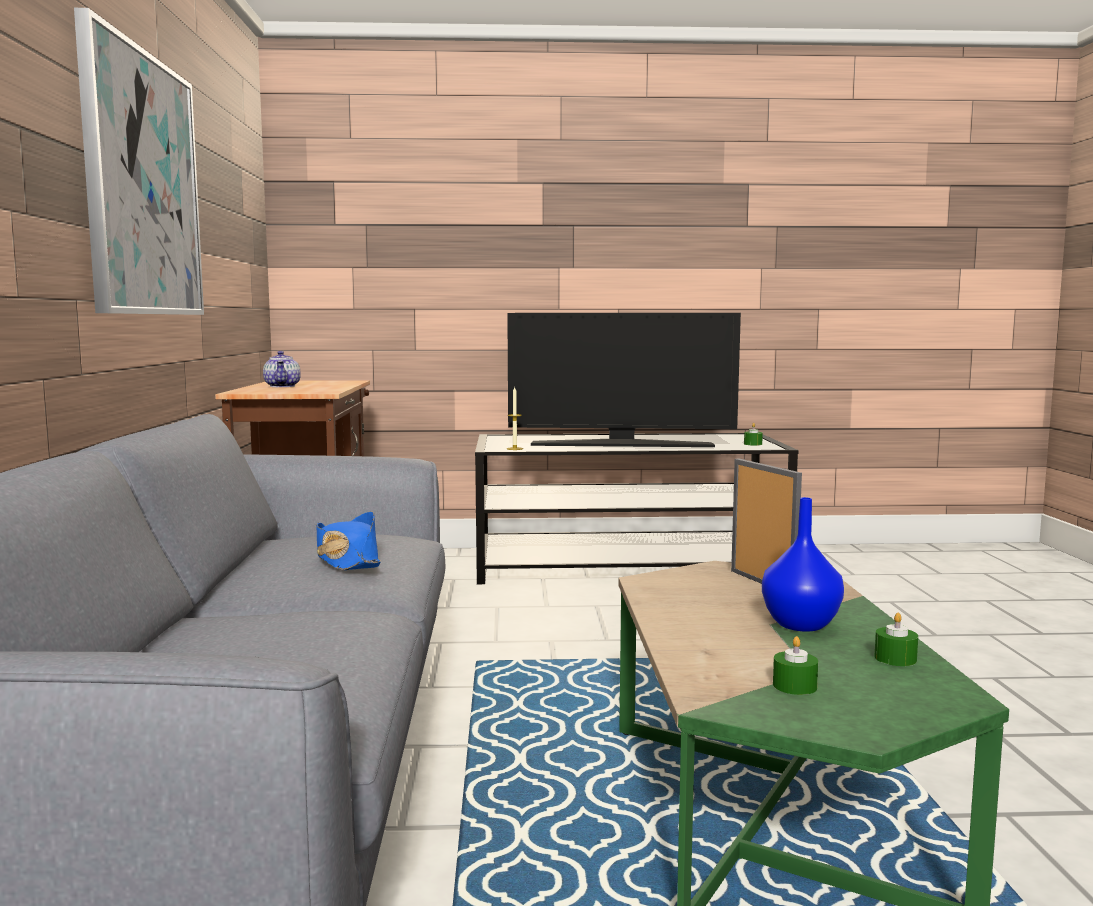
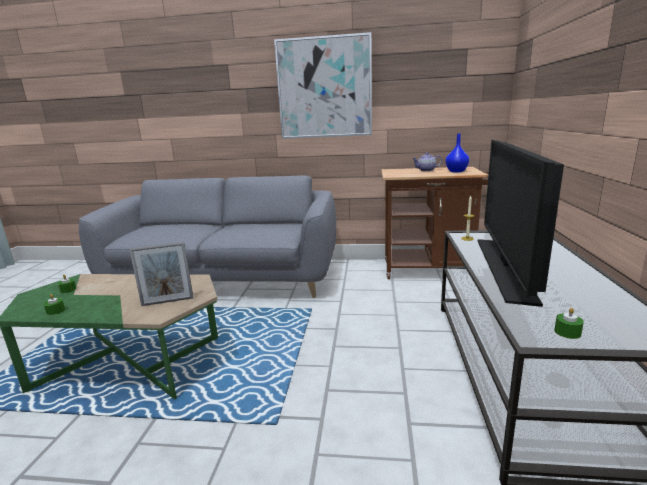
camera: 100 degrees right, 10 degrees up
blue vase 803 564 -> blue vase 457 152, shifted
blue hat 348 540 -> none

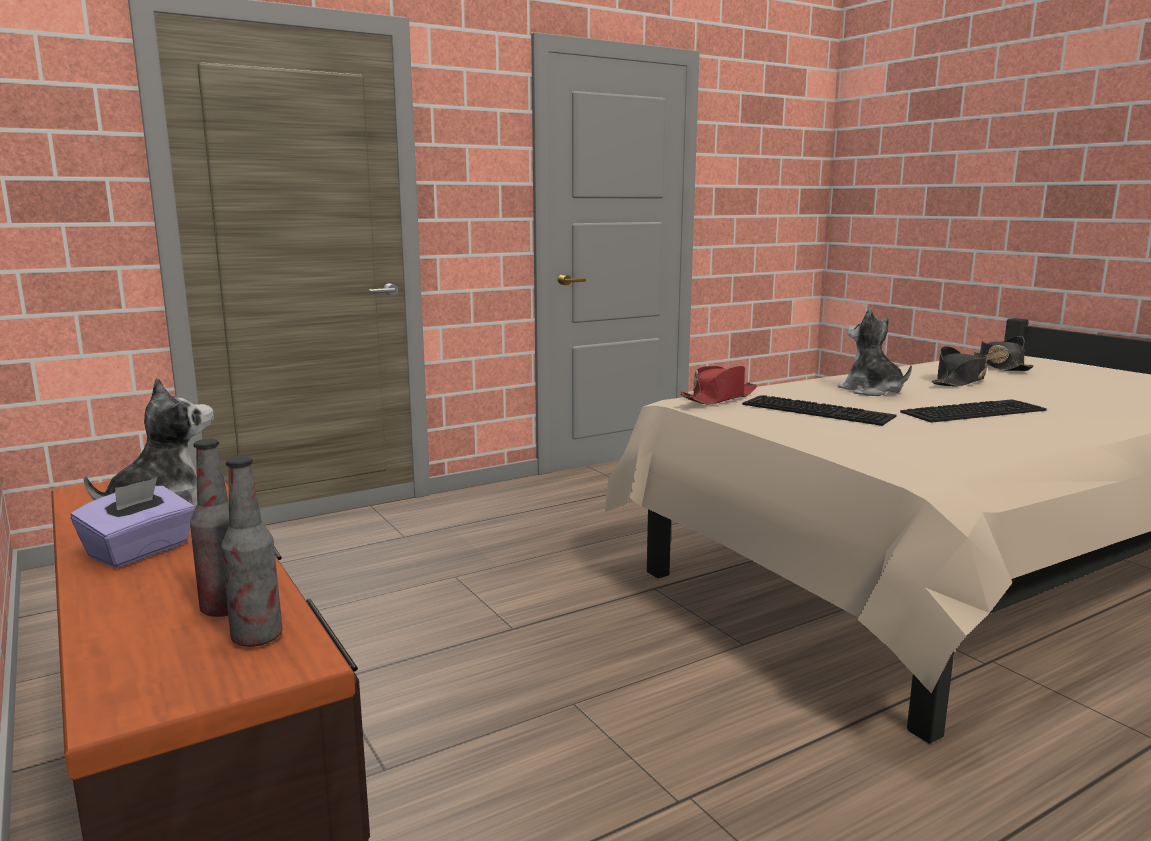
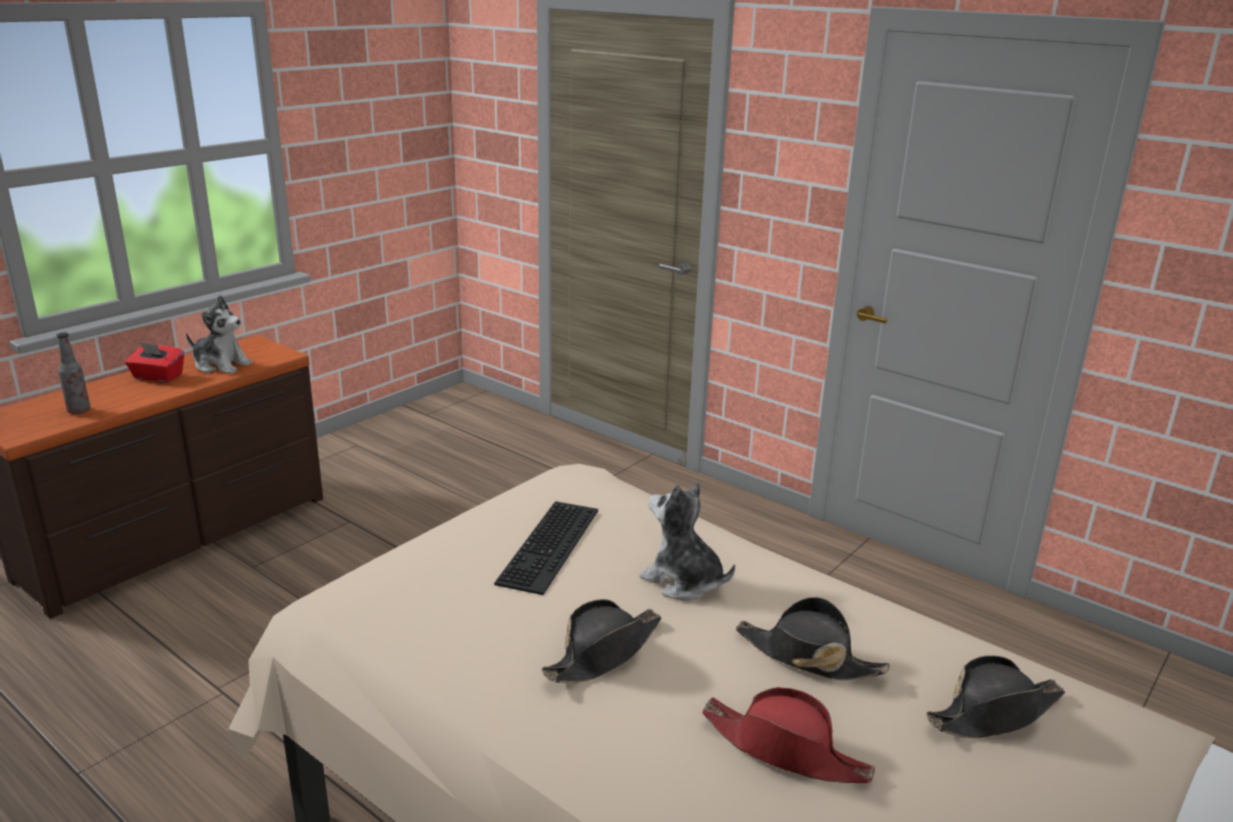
camera: 70 degrees right, 10 degrees up
purple tissue box 133 522 -> red tissue box 154 362
keyboard 973 411 -> black hat 601 641
plush toy 875 352 -> plush toy 687 542, 90 degrees counterclockwise
red hat 718 385 -> red hat 788 735, shifted
bottle 252 551 -> none

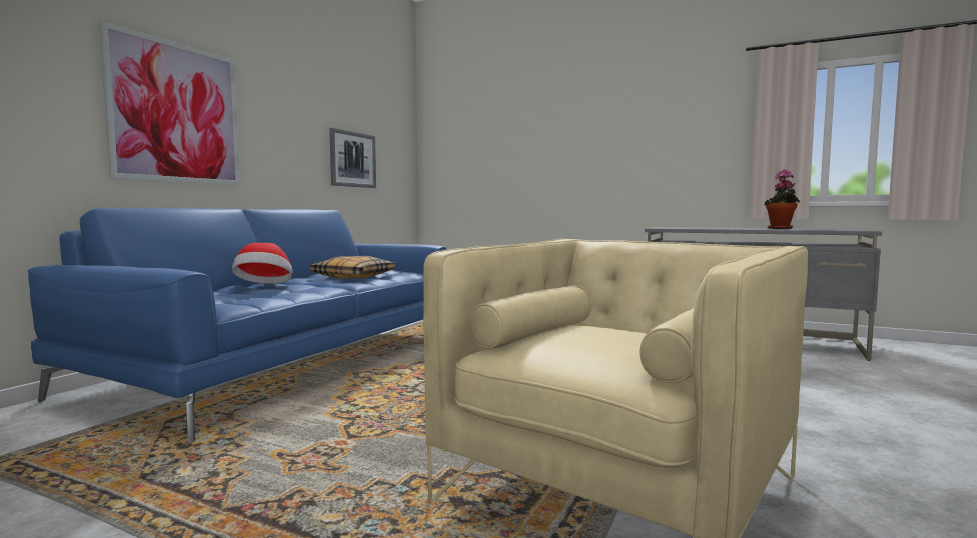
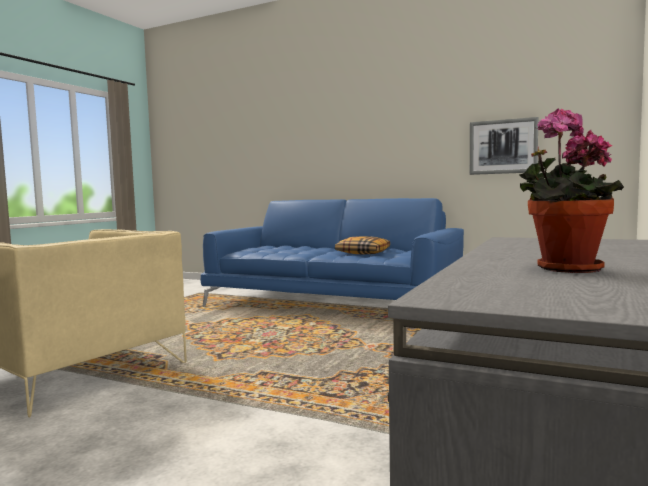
camera: 90 degrees right, 0 degrees up
picture 169 103 -> none
hat 262 263 -> none

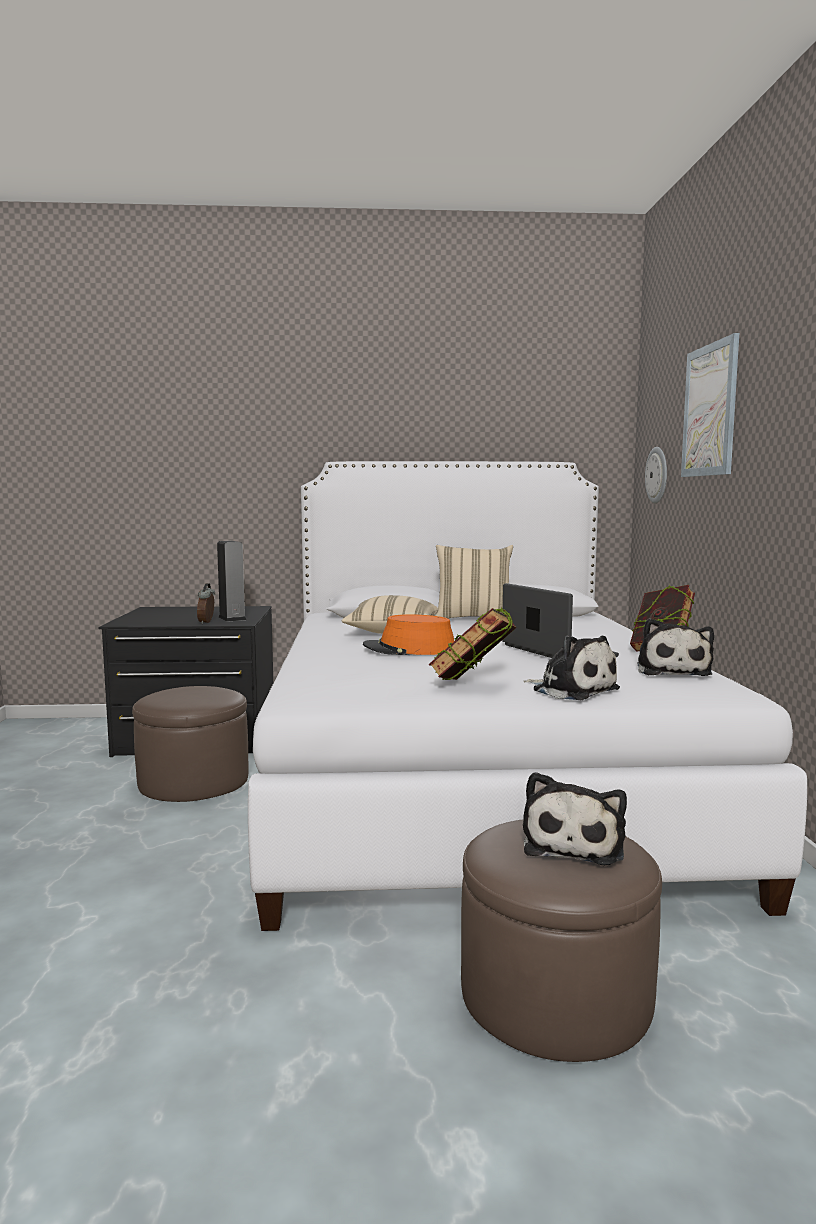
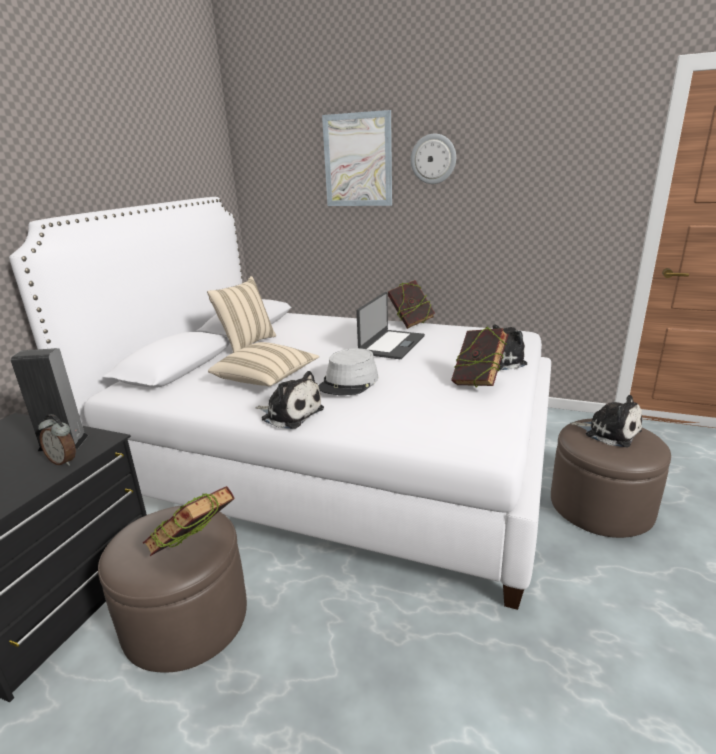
camera: 65 degrees left, 15 degrees up
none -> book 189 521
plush toy 676 647 -> plush toy 289 400, shifted
orange hat 408 634 -> grey hat 348 371
laptop 560 620 -> laptop 390 325, 120 degrees clockwise
wall clock 656 475 -> wall clock 433 159, shifted

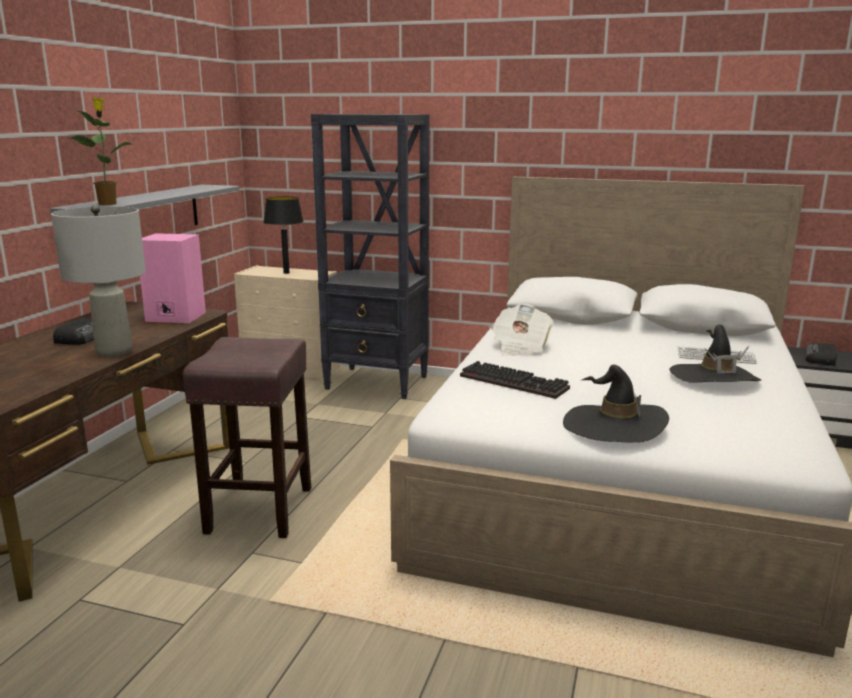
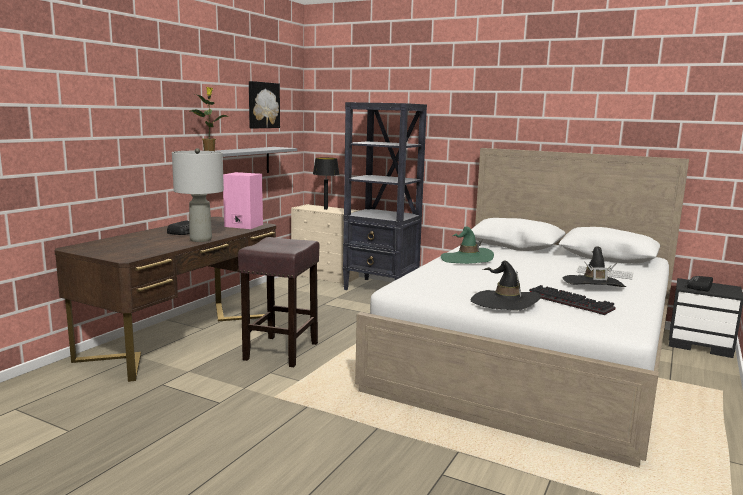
camera: 10 degrees right, 5 degrees down
none -> picture 264 104
newspaper 523 330 -> green hat 467 245
keyboard 515 380 -> keyboard 572 300, shifted

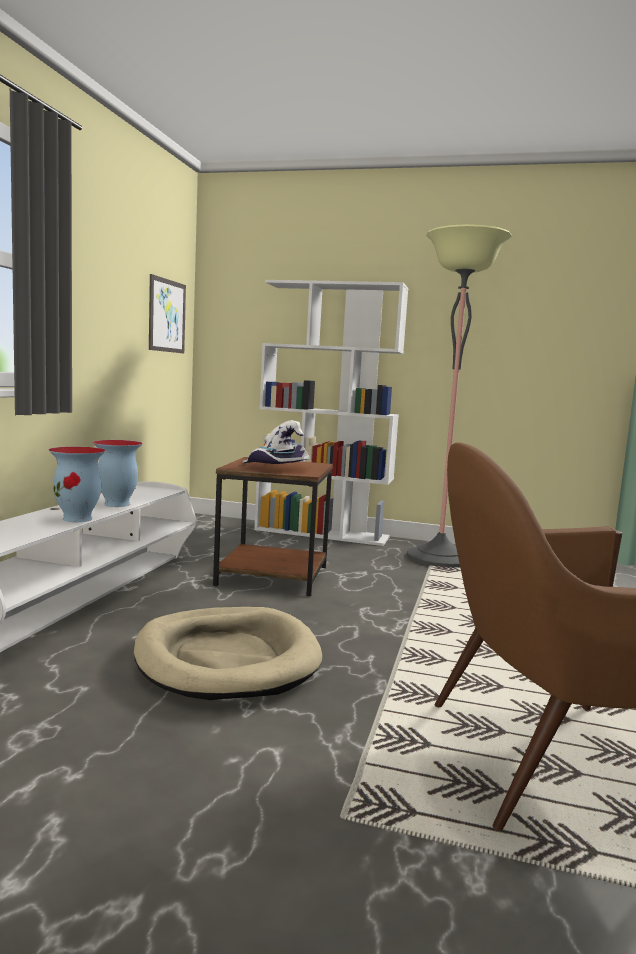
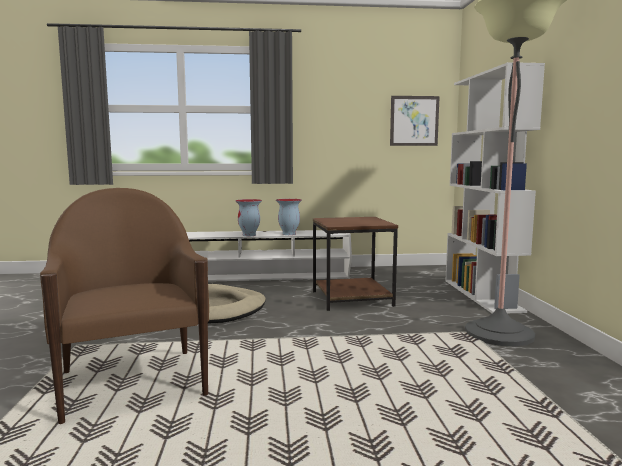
camera: 70 degrees right, 0 degrees up
white hat 276 442 -> none

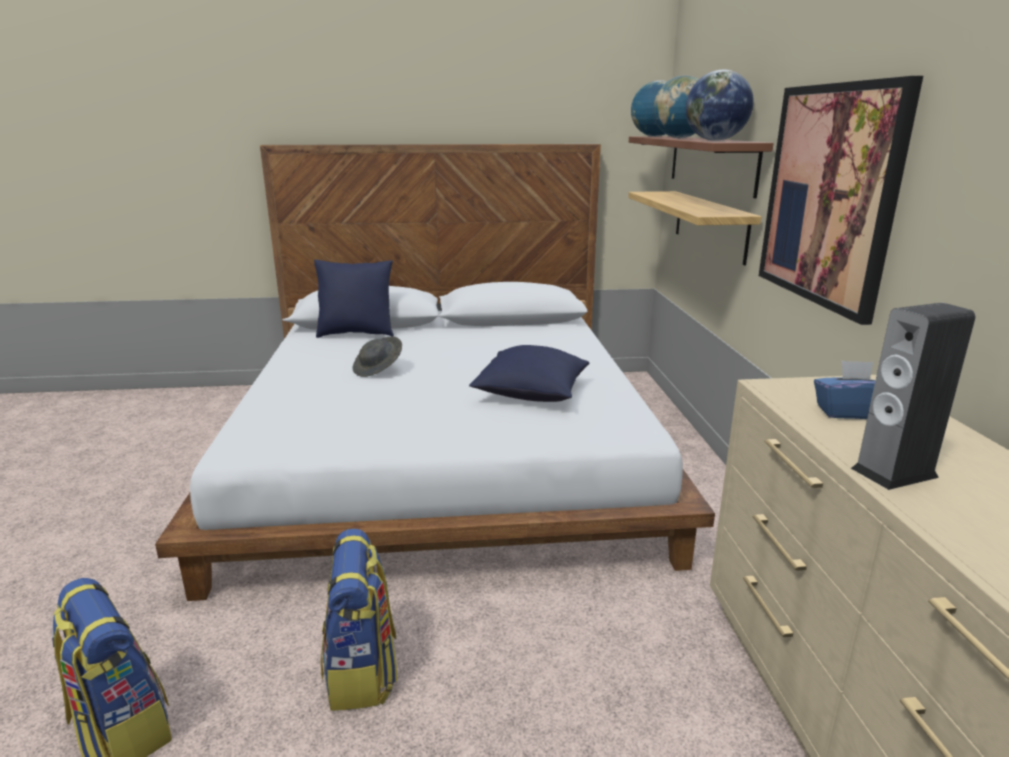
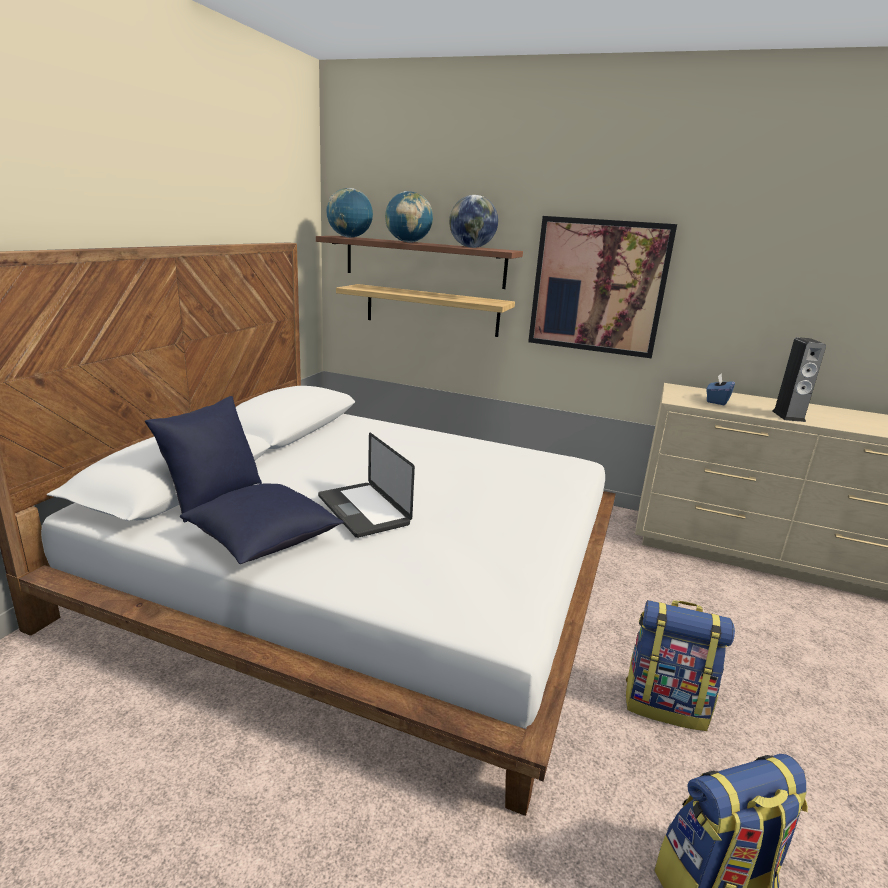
camera: 65 degrees left, 0 degrees up
blue pillow 529 373 -> blue pillow 262 523, shifted
grey hat 377 356 -> laptop 366 485

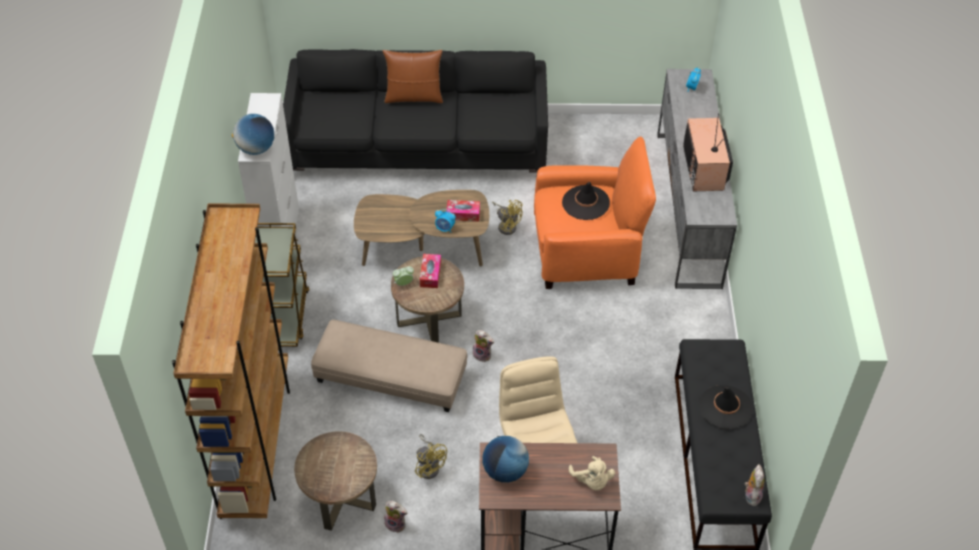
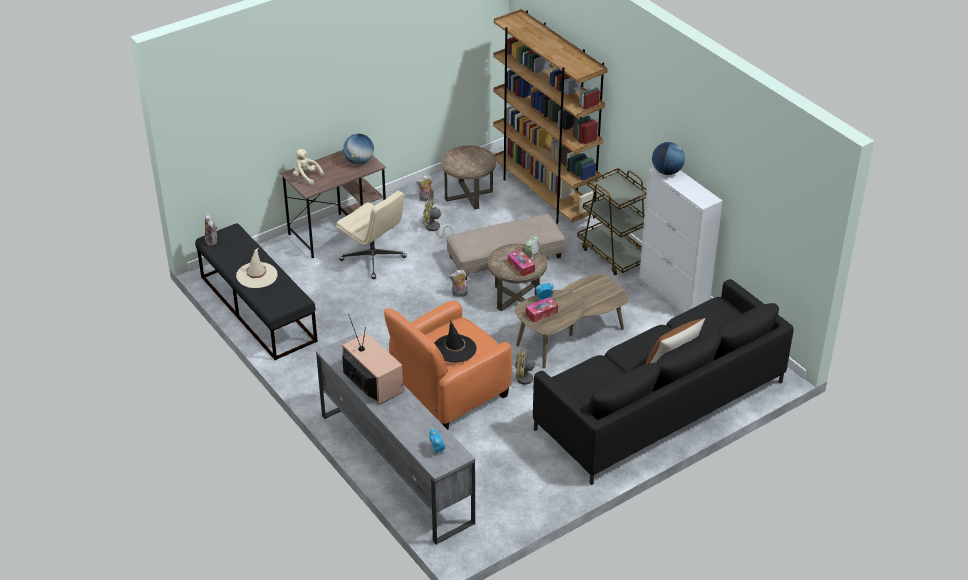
camera: 145 degrees right, 10 degrees down
black hat 726 407 -> beige hat 256 268

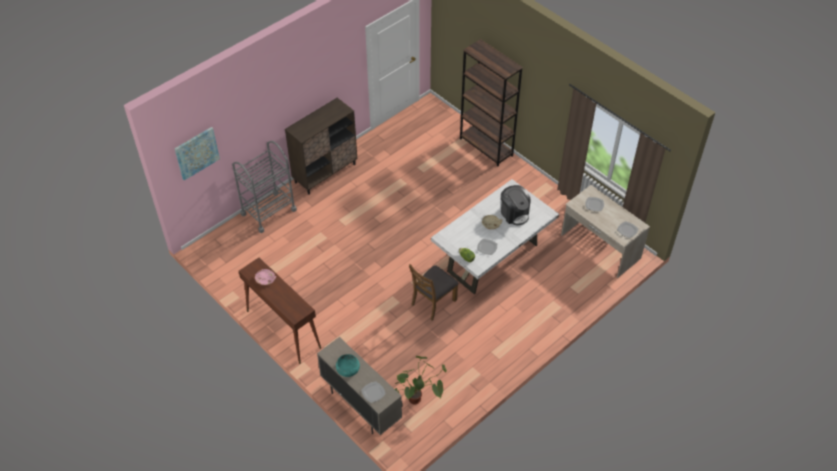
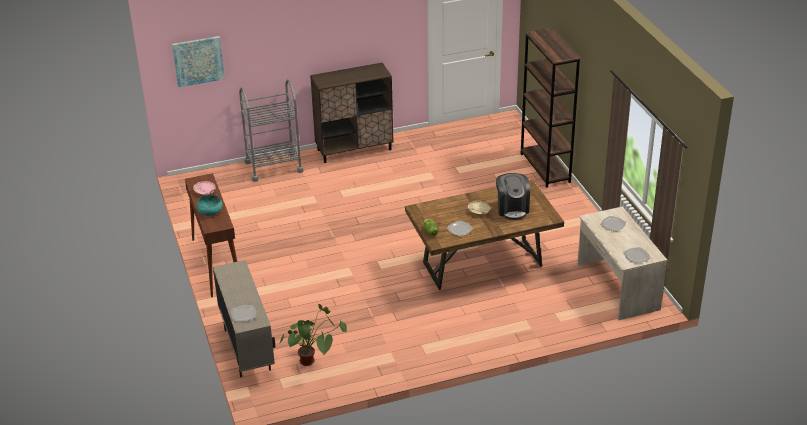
camera: 25 degrees right, 15 degrees down
turquoise bowl 348 365 -> turquoise bowl 210 205, shifted
white dining table 495 236 -> brown dining table 484 235
brown chair 433 292 -> none

